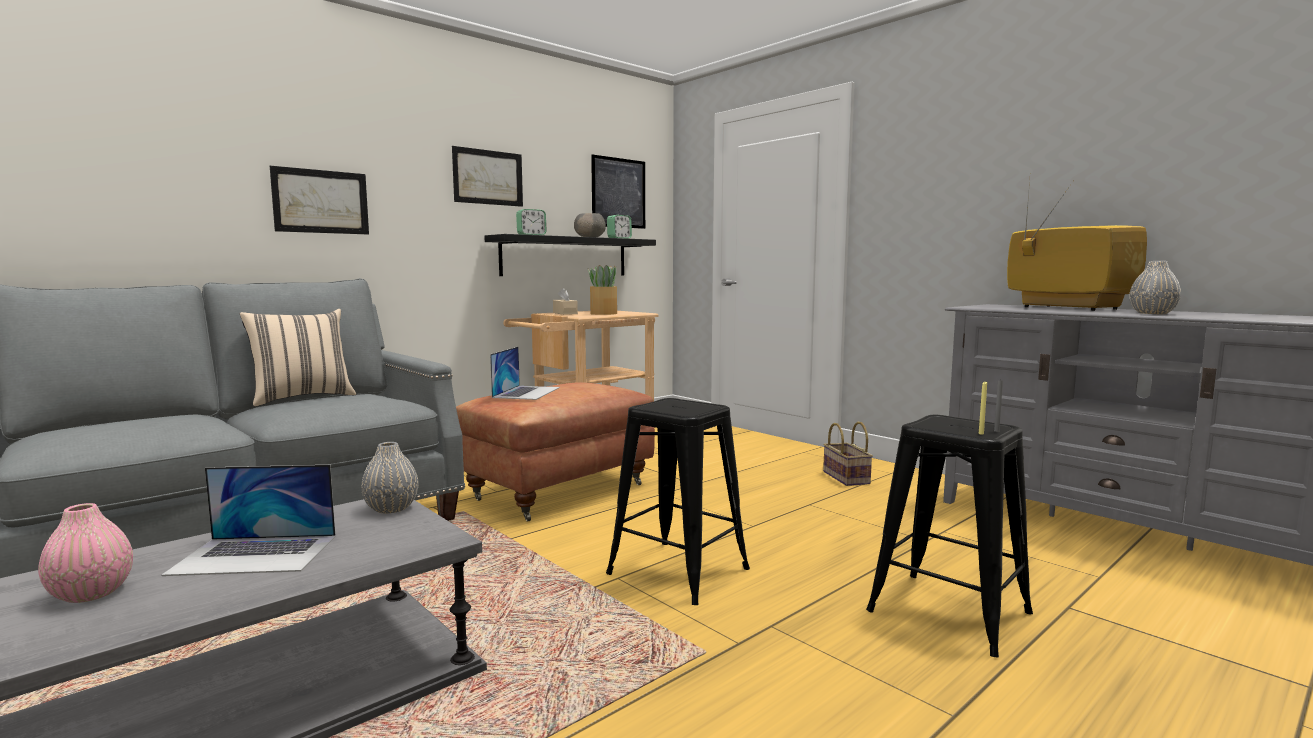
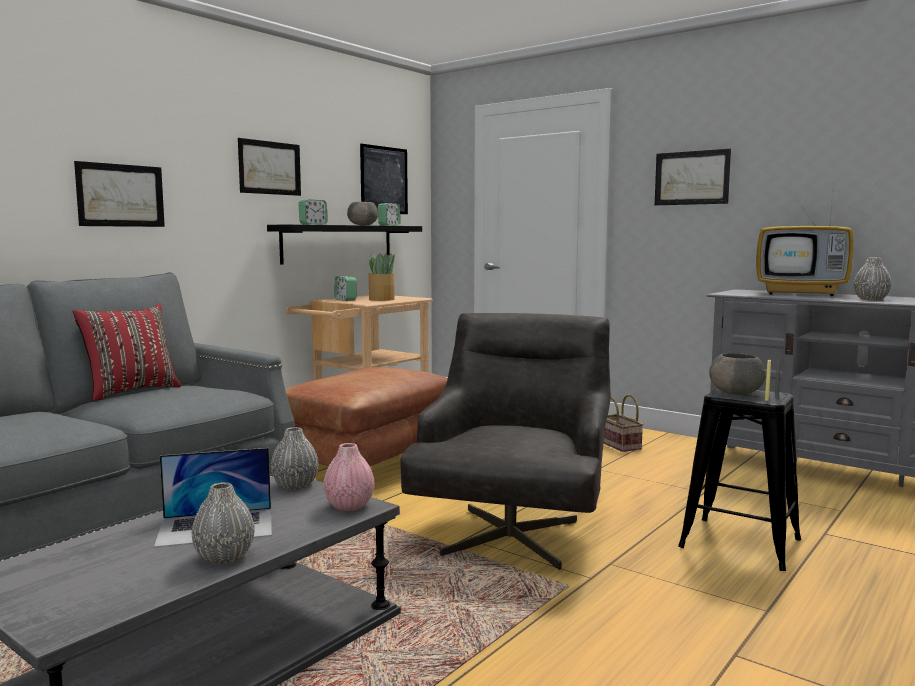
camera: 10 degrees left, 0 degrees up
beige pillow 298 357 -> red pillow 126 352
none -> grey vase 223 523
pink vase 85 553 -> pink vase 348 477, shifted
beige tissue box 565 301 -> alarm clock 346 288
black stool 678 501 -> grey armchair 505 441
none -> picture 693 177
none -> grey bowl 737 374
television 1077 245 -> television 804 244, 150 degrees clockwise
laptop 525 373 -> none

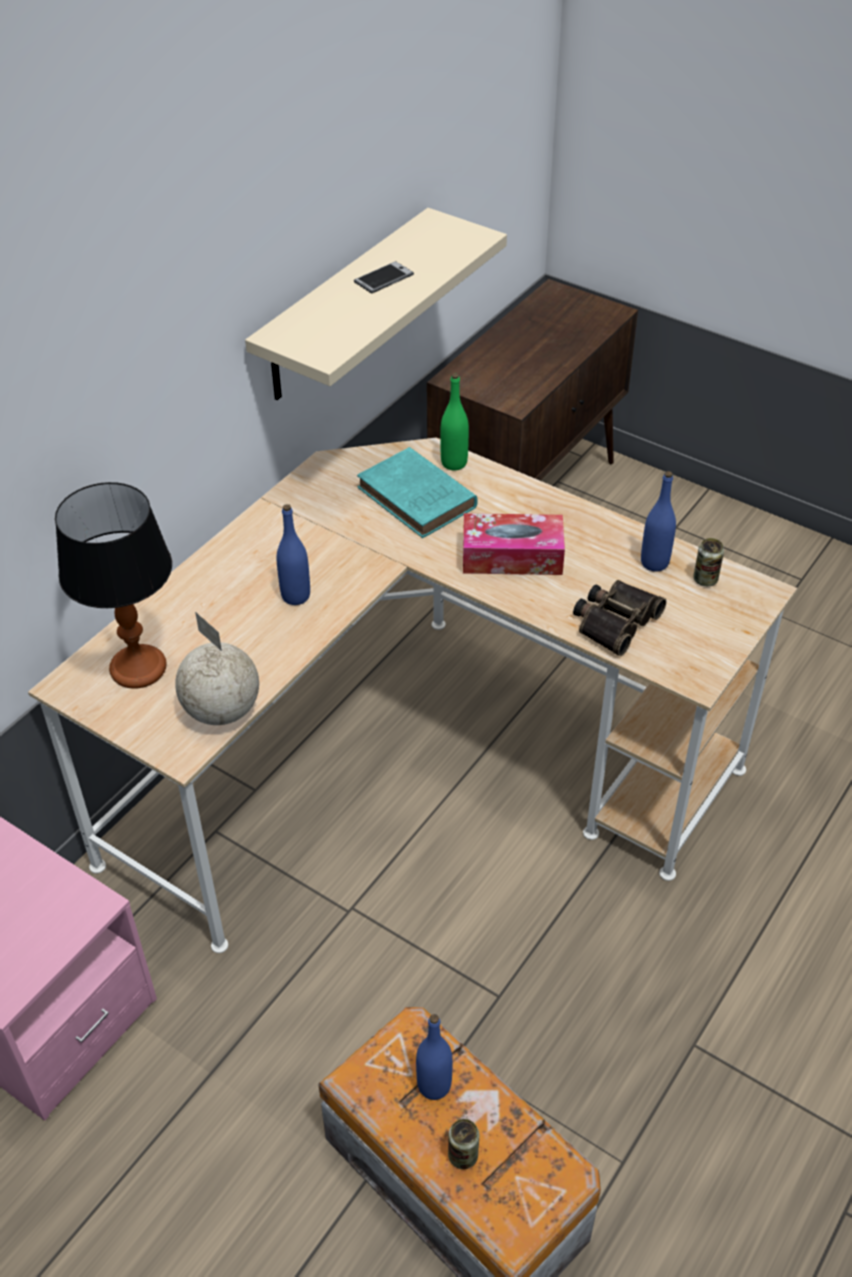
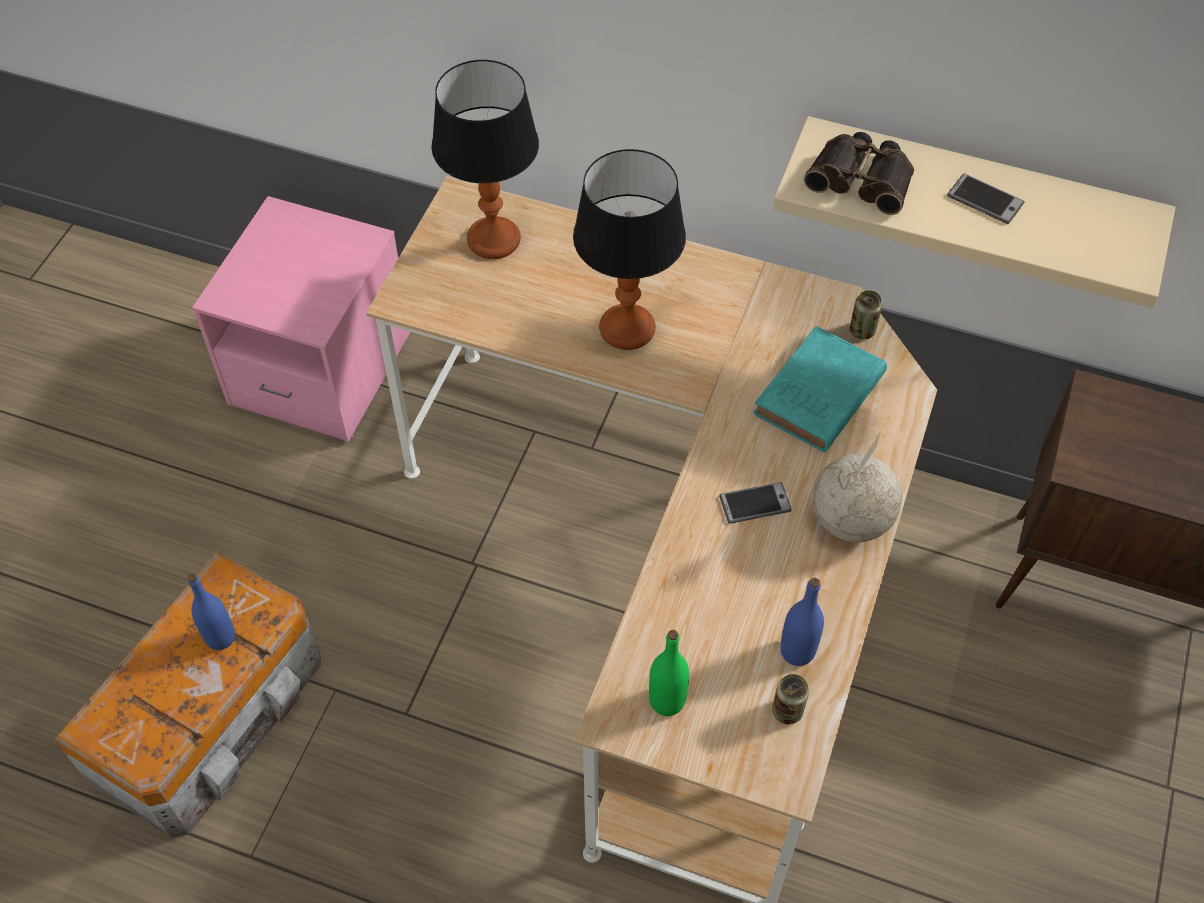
camera: 75 degrees right, 10 degrees up
blue bottle 293 554 -> table lamp 629 249
green bottle 454 421 -> green bottle 669 673, shifted
tissue box 514 544 -> phone 755 503
binoculars 620 618 -> binoculars 859 173, shifted
globe 217 668 -> globe 857 486, shifted
can 463 1144 -> can 866 314, shifted

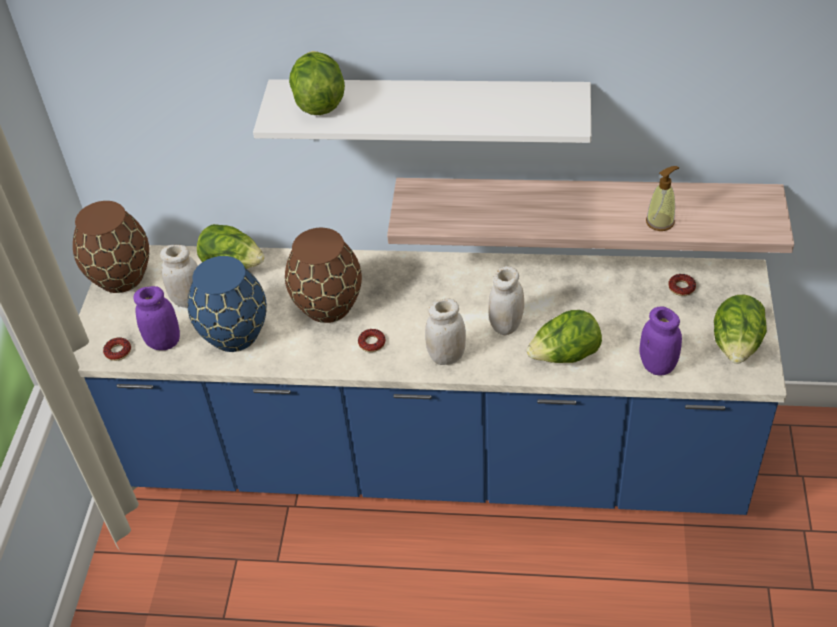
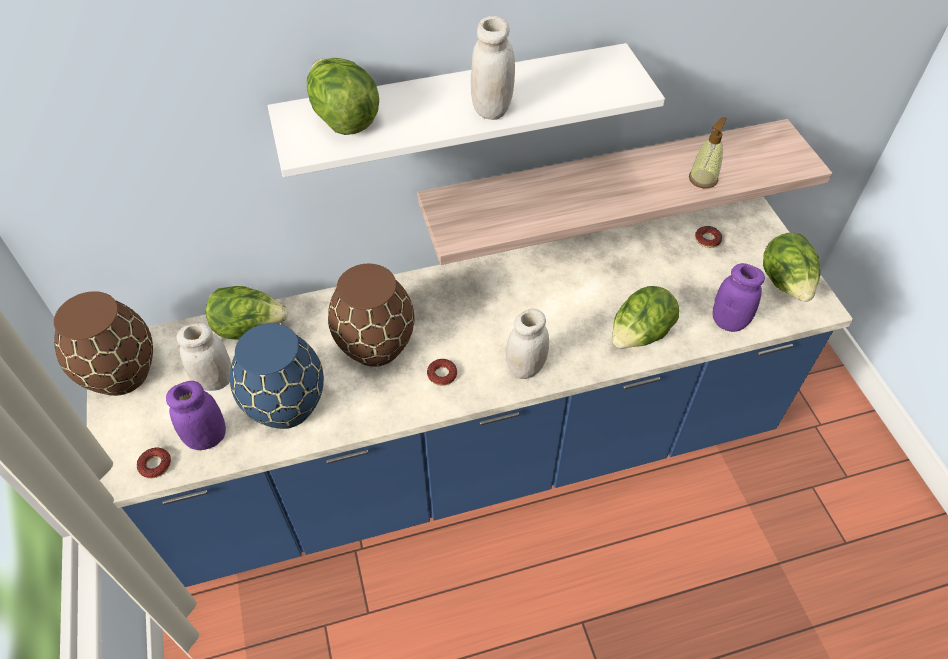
camera: 25 degrees left, 5 degrees up
white jar 506 300 -> white jar 493 68, shifted

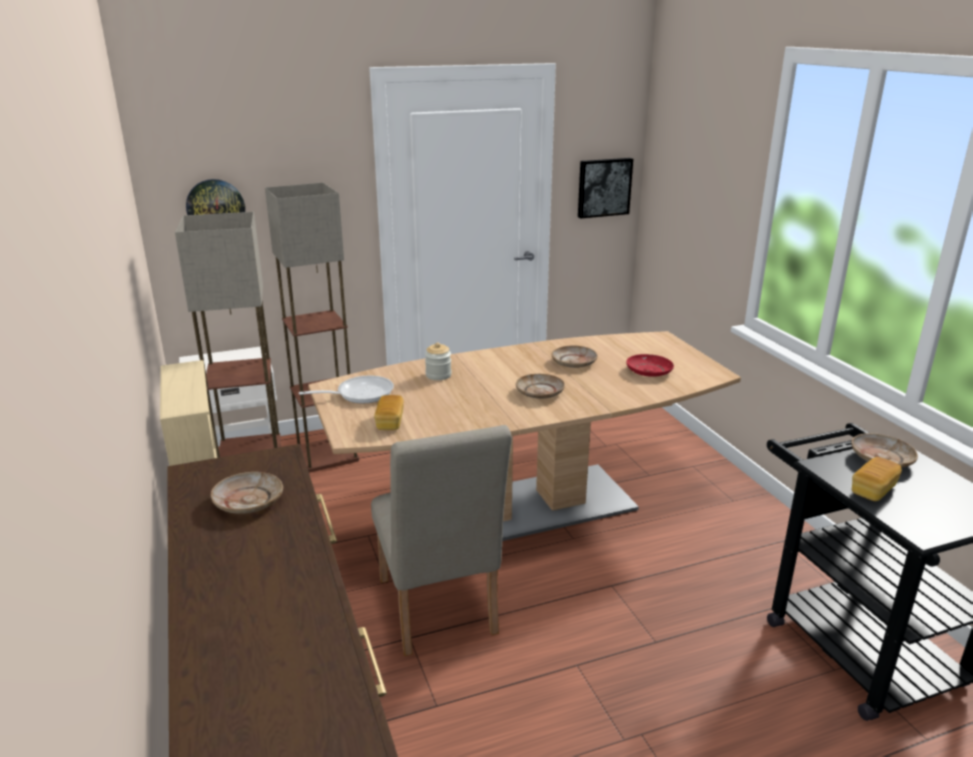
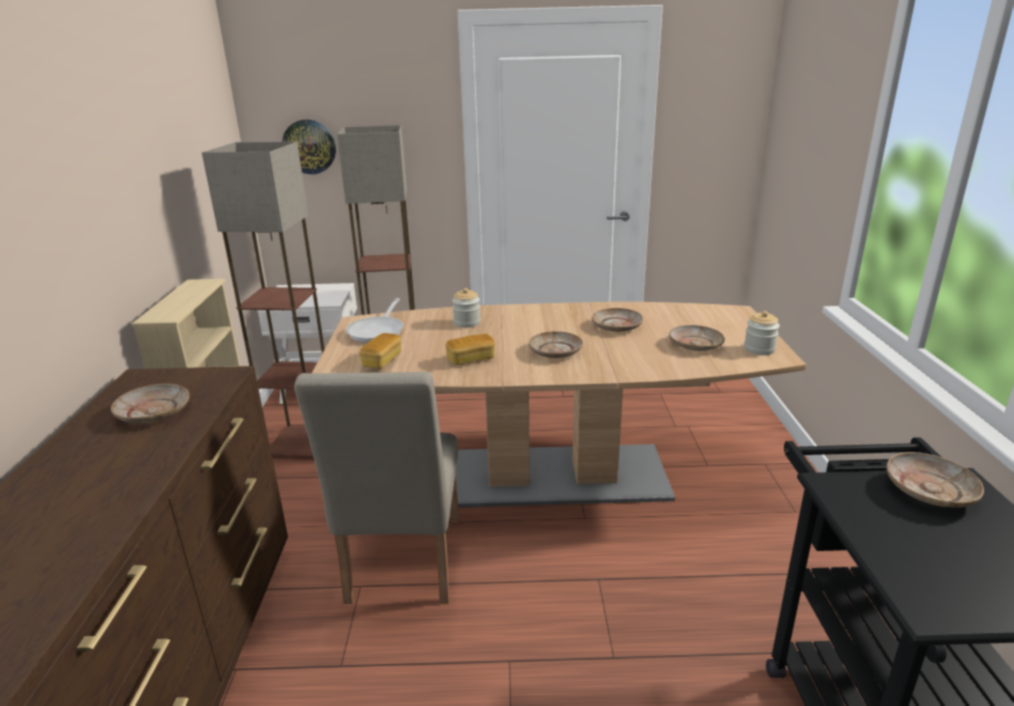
camera: 20 degrees right, 0 degrees up
frying pan 346 389 -> frying pan 374 320, 105 degrees clockwise
bread 877 479 -> bread 470 349, shifted
red plate 650 365 -> beige plate 697 338
none -> jar 762 333
picture 605 188 -> none

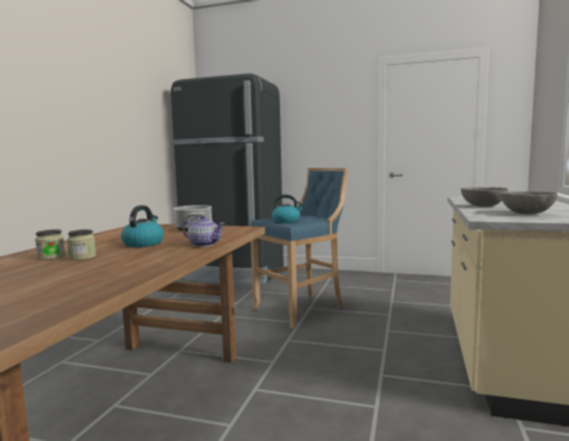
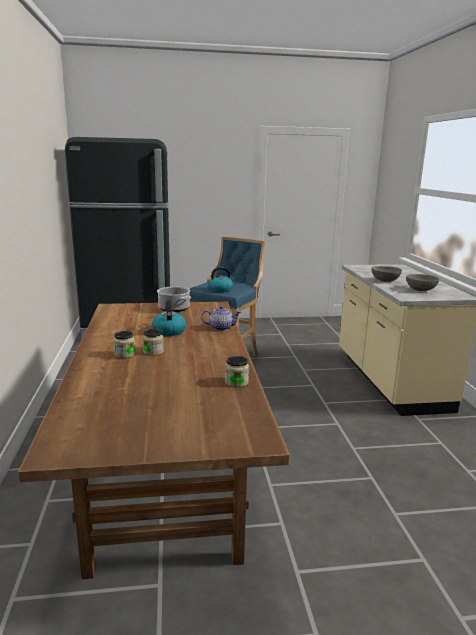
camera: 25 degrees left, 10 degrees up
none -> jar 237 371

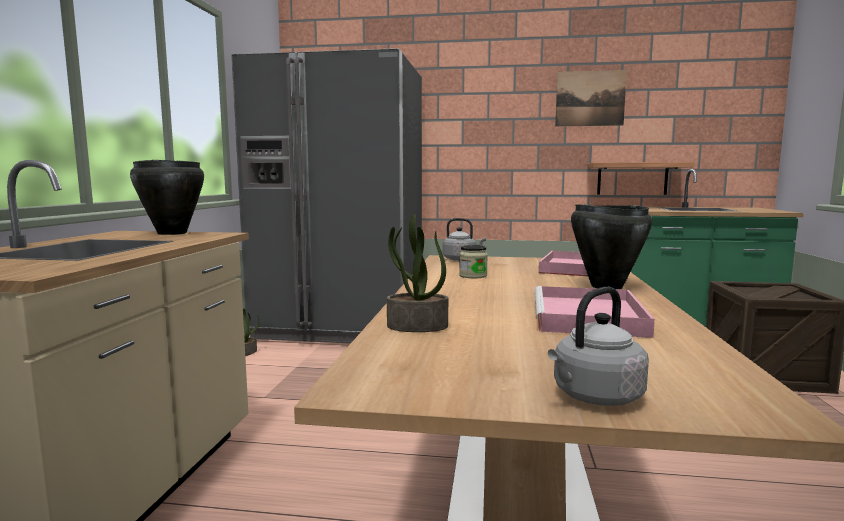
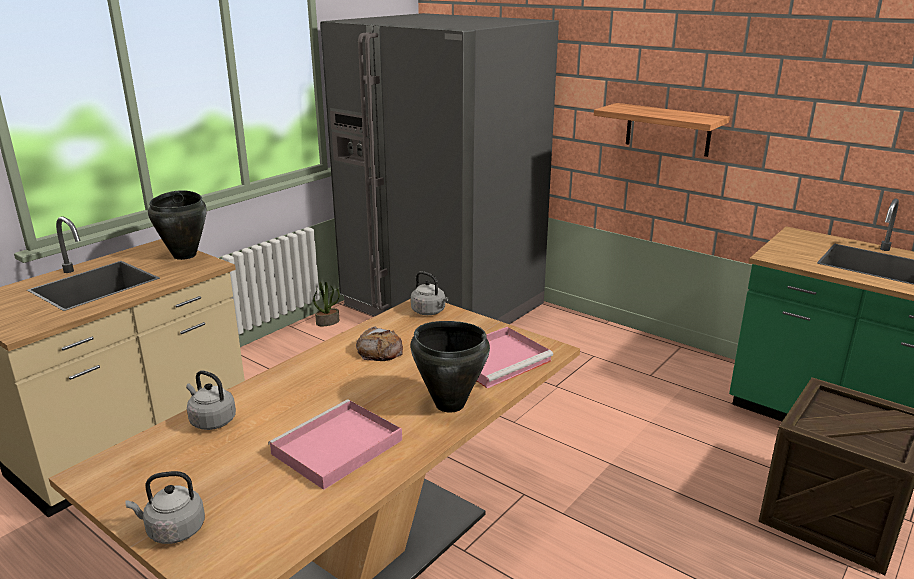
camera: 30 degrees right, 15 degrees up
potted plant 417 273 -> grey kettle 211 400
jar 473 261 -> bread 379 344
shelf 640 178 -> shelf 662 130, shifted
picture 591 98 -> none

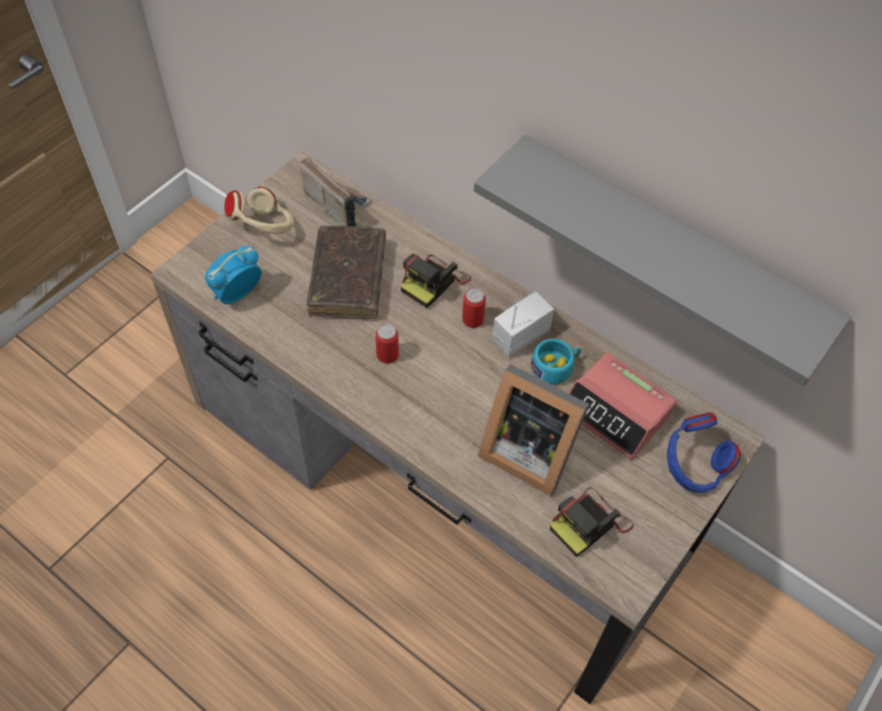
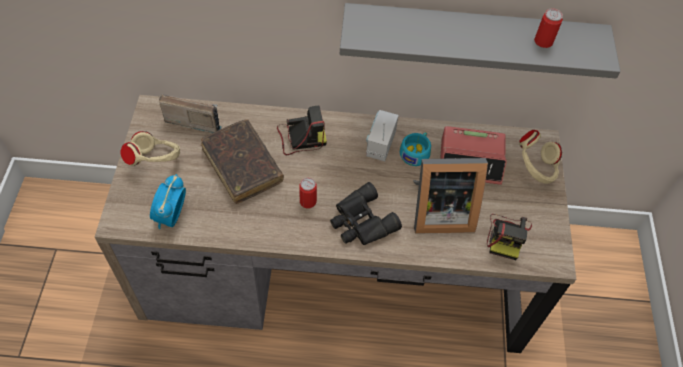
camera: 35 degrees left, 0 degrees up
photo camera 435 281 -> photo camera 302 130, 105 degrees counterclockwise
none -> black binoculars 366 213
blue headphones 704 452 -> beige headphones 540 157
can 474 307 -> can 548 28, shifted

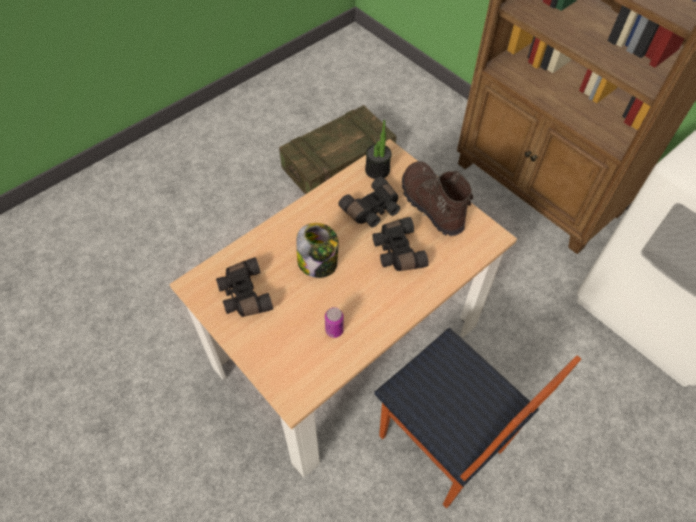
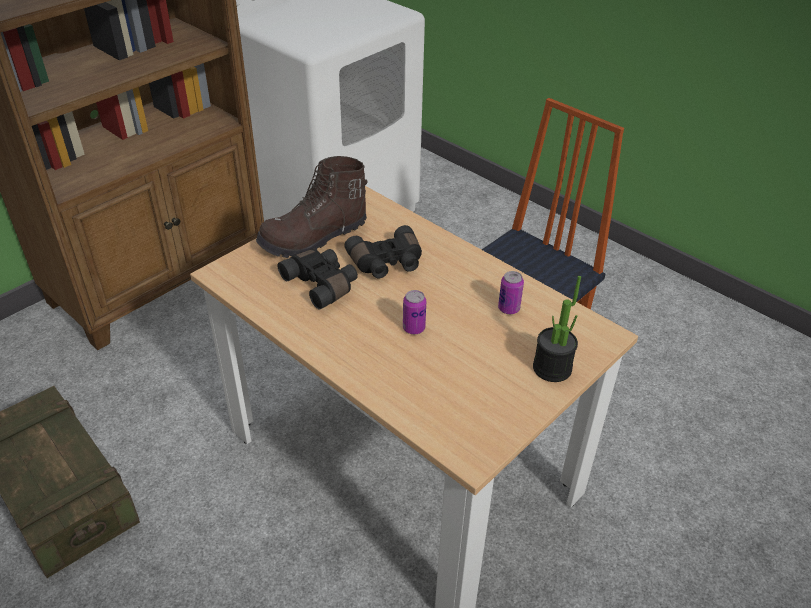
camera: 95 degrees left, 15 degrees down
jar 317 250 -> can 414 312
potted plant 378 149 -> potted plant 557 329, shifted
black binoculars 244 287 -> none

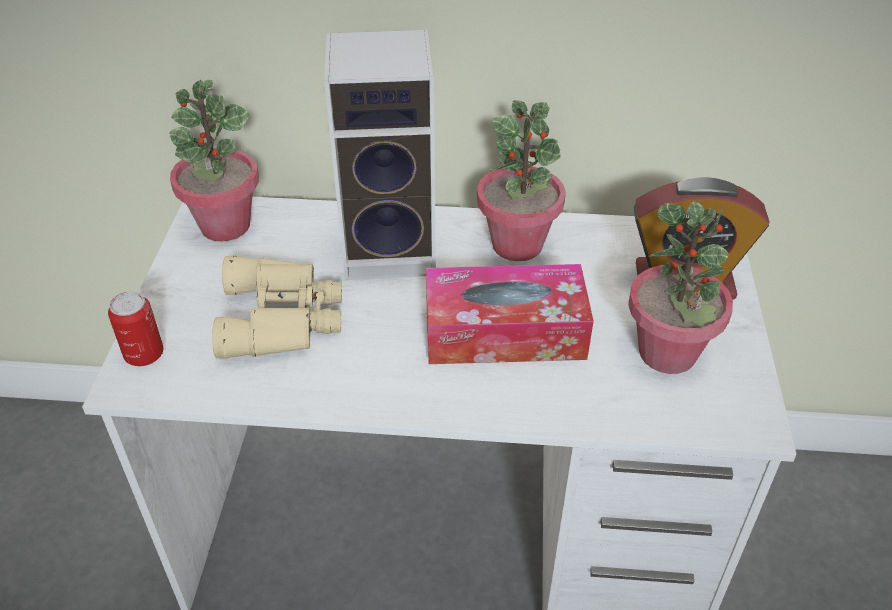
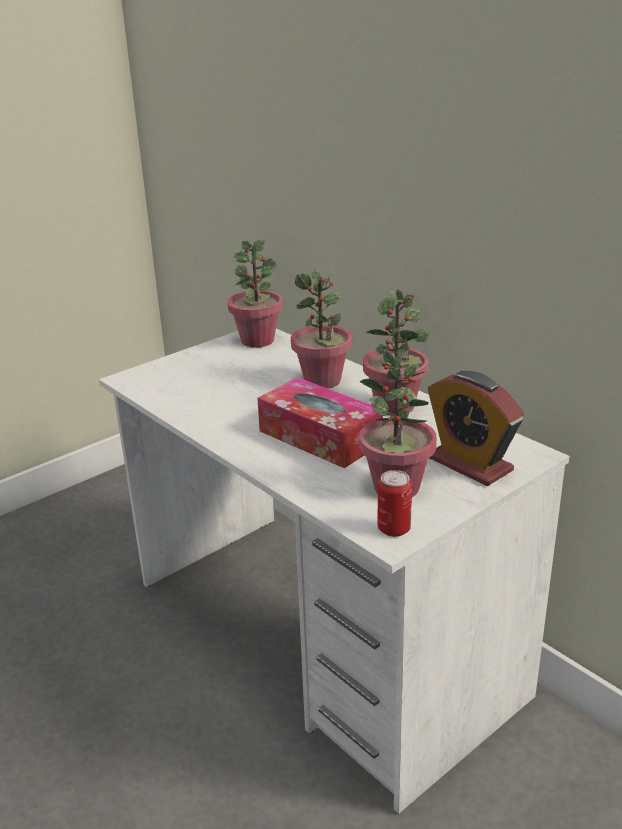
camera: 45 degrees right, 15 degrees down
speaker 380 155 -> potted plant 321 329
can 135 328 -> can 395 503, shifted
beige binoculars 277 307 -> none

